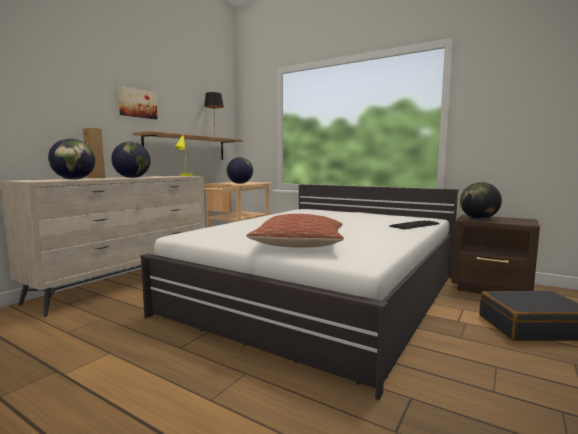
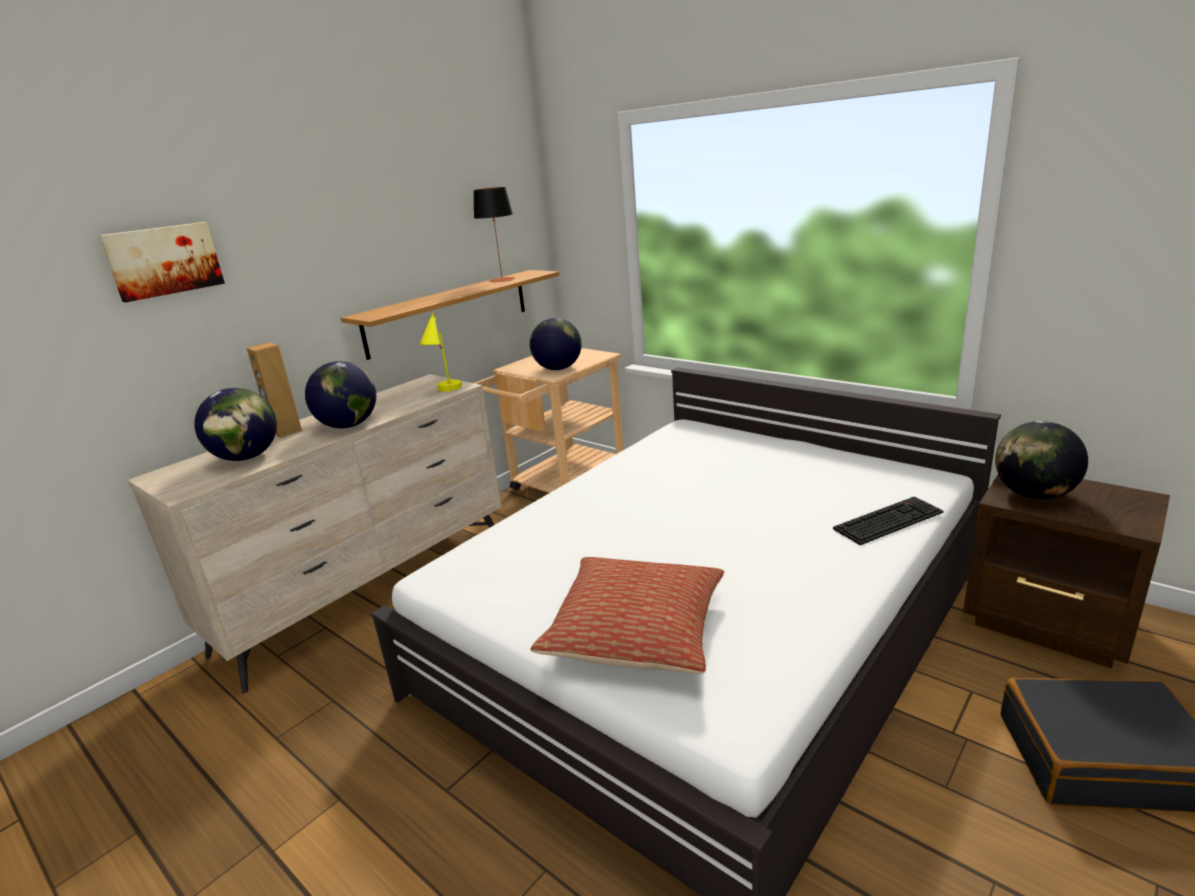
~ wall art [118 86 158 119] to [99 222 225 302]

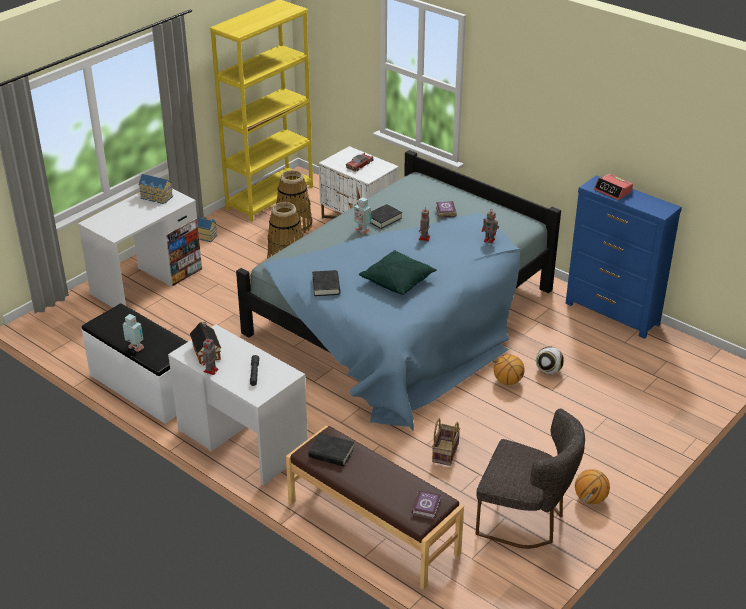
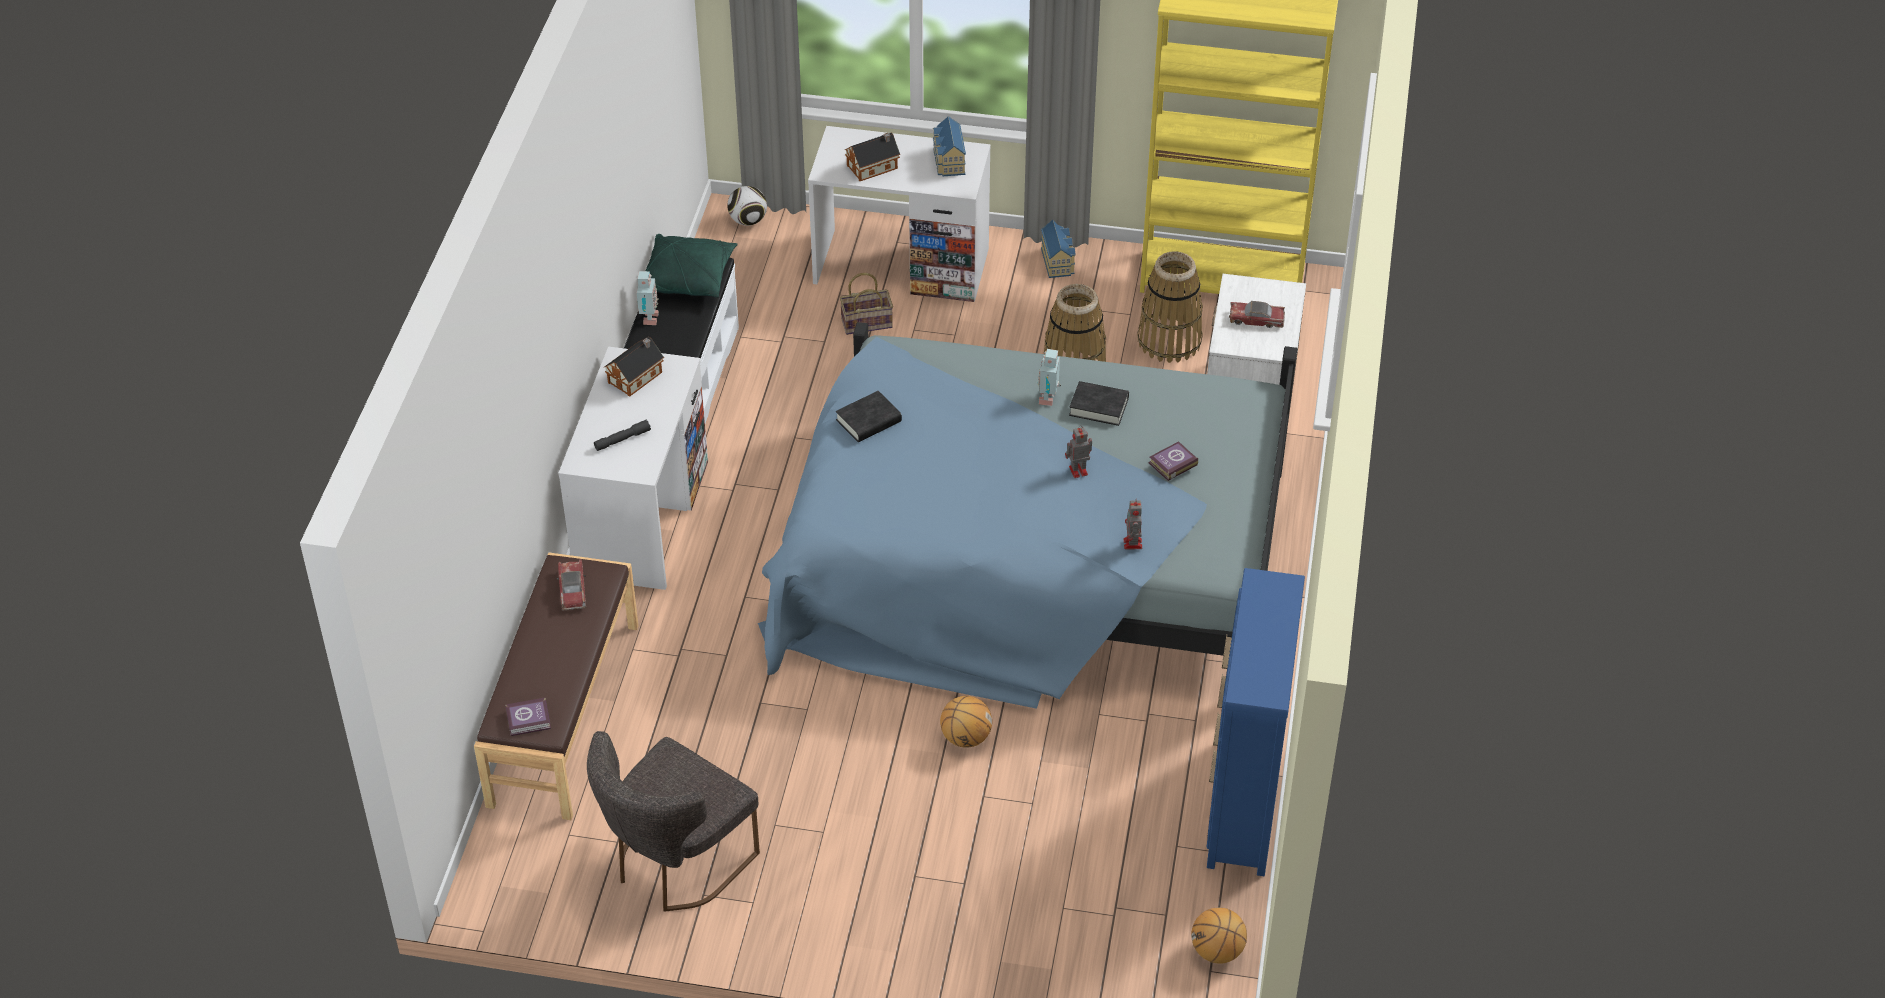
- robot figure [201 338 219 375]
~ black-coloured bound book [308 433 354 466] to model car [557 559 586 611]
~ greenish throw pillow [359 250 437 295] to [646 234 738 297]
~ storage basket [432 418 460 466] to [840 273 893 335]
~ grey upright chair [475 408 585 549] = [587 731 760 912] 45 degrees clockwise
~ ball for football [536 346 564 374] to [727 186 767 226]
~ ball for basketball [575 469 610 504] to [1191 908 1247 964]
- alarm clock [594 174 633 200]
+ model house [845 132 900 181]

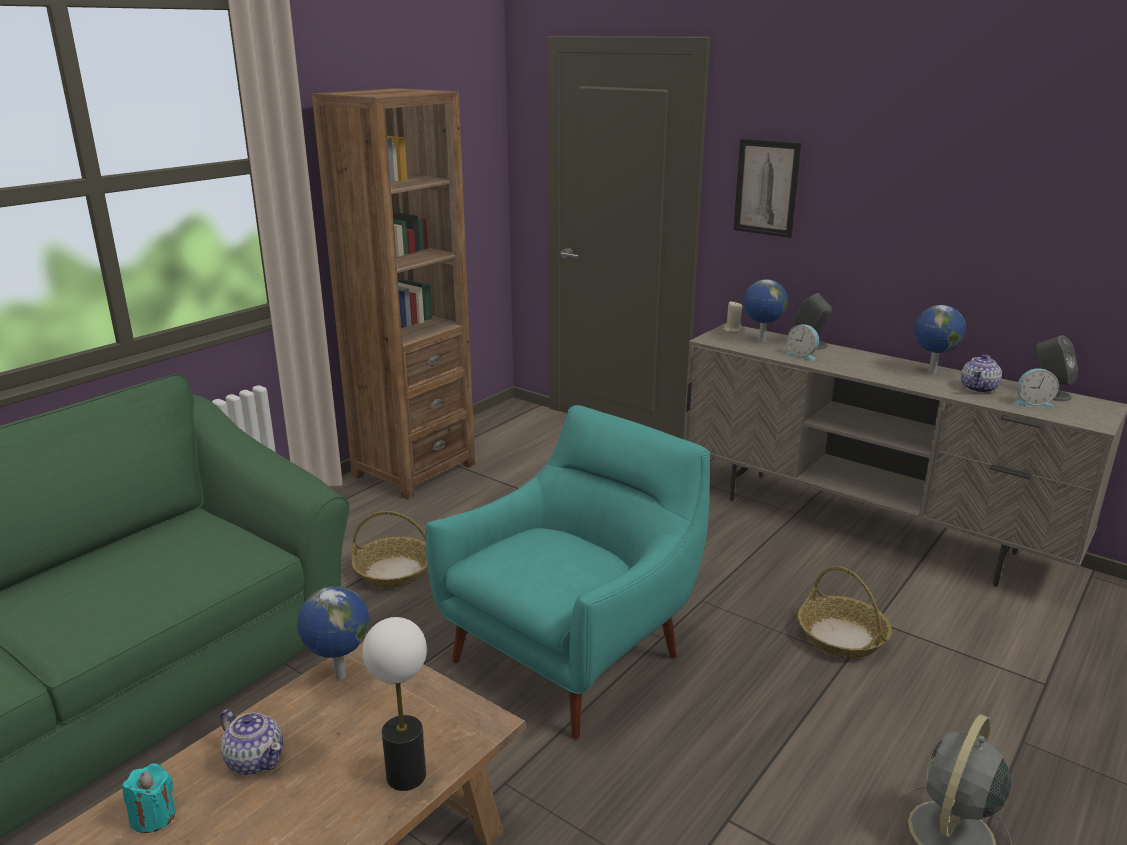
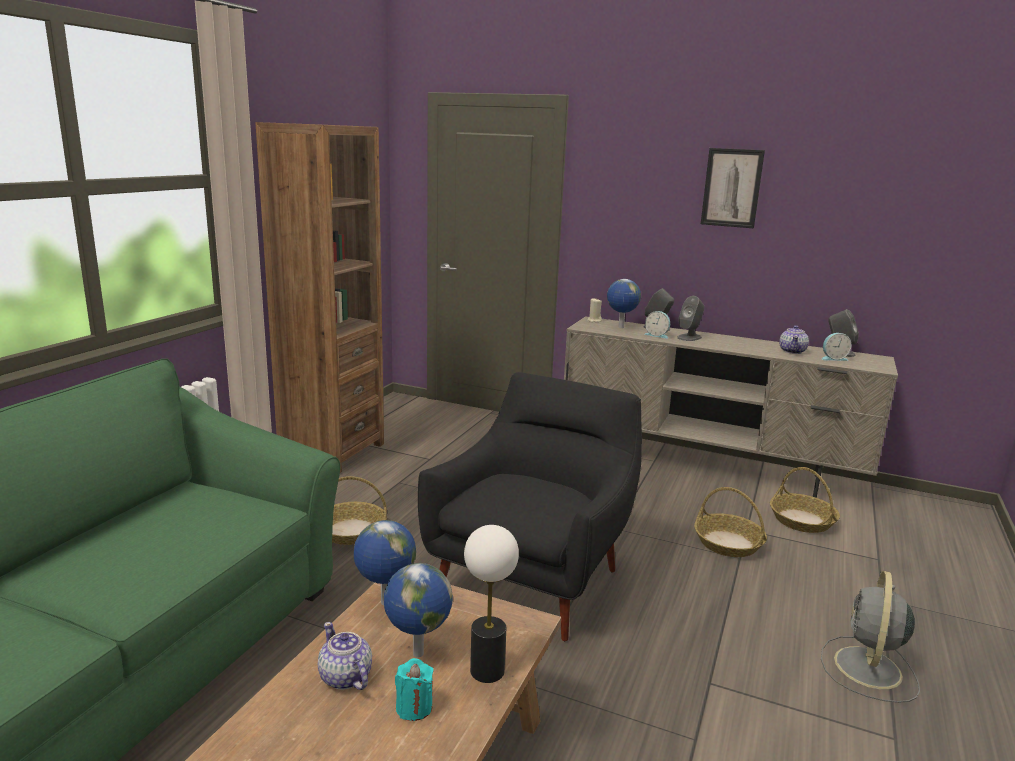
~ turquoise-coloured candle [122 763 176 833] to [395 658 434 721]
~ tea pot [220 709 283 775] = [318 622 372 690] 150 degrees counterclockwise
~ turquoise-coloured easy chair [425 405 710 739] to black-coloured easy chair [418 372 642 641]
~ wall art [733 139 801 238] to [701 148 765 228]
~ globe [914 305 966 374] to [384 563 453 657]
+ grey audio speaker [677 296 704 341]
+ storage basket [770 467 840 533]

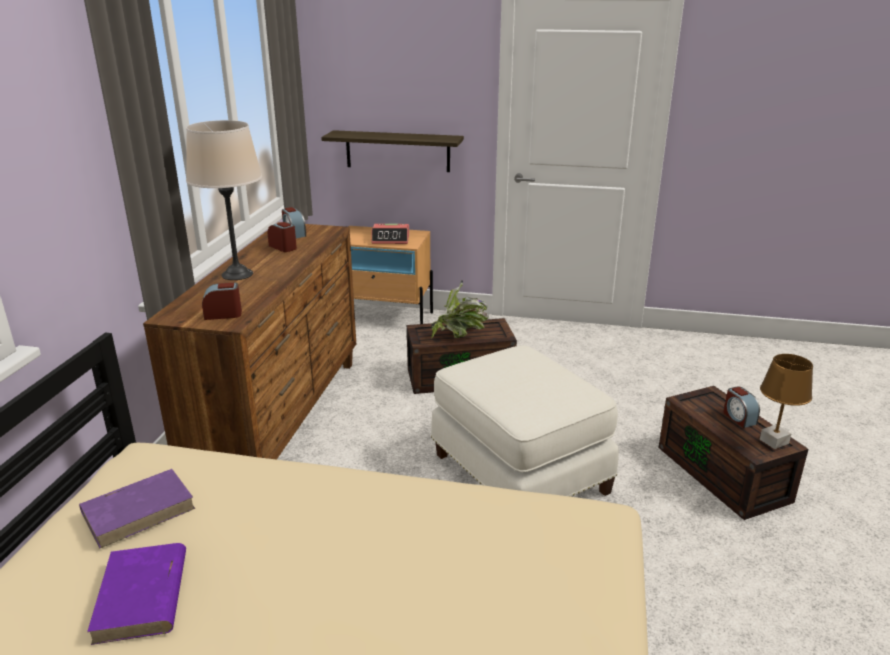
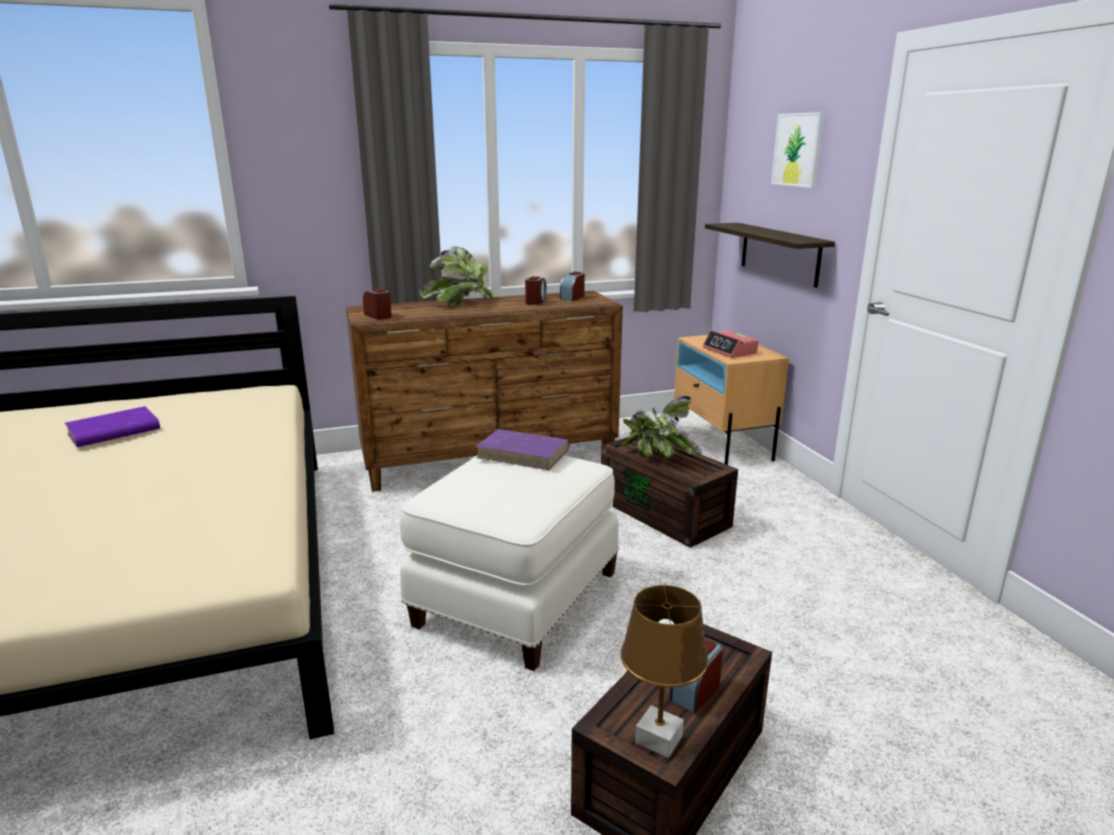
~ purple bound book [79 469 195 548] to [476 429 570 470]
~ beige table lamp [186 120 262 280] to houseplant [419 246 495 306]
+ wall art [771 112 824 188]

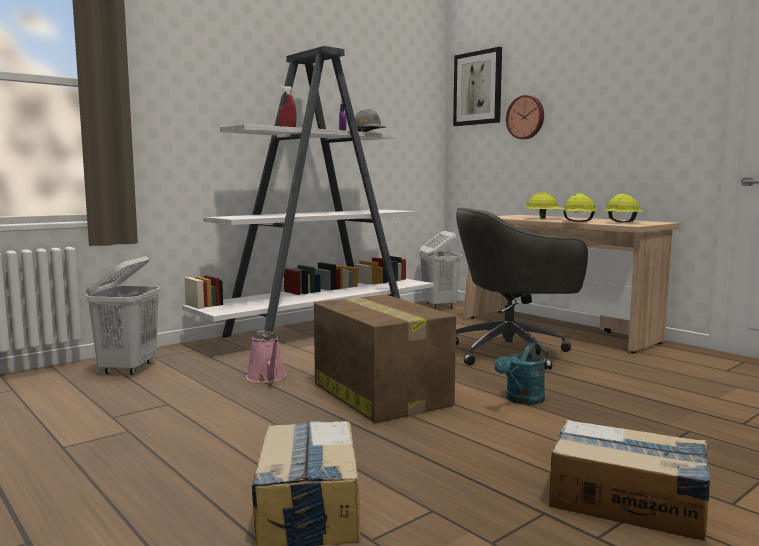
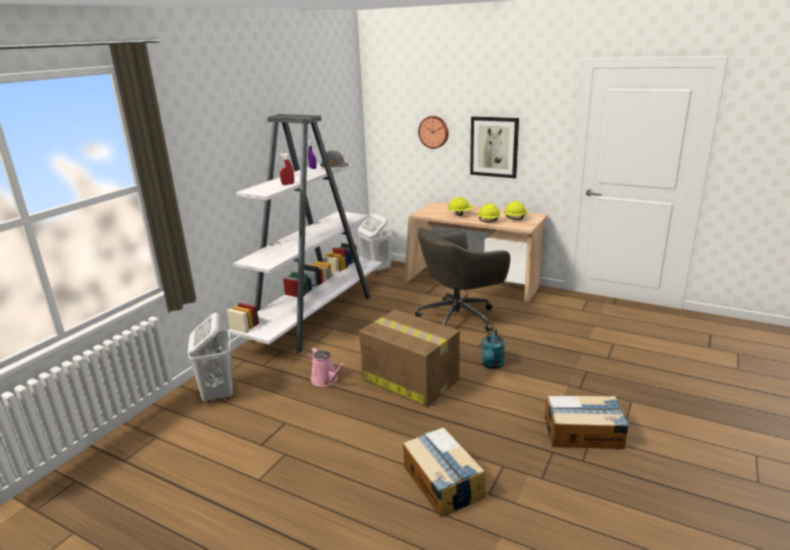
~ wall art [453 47 502 126] to [470 116 519 178]

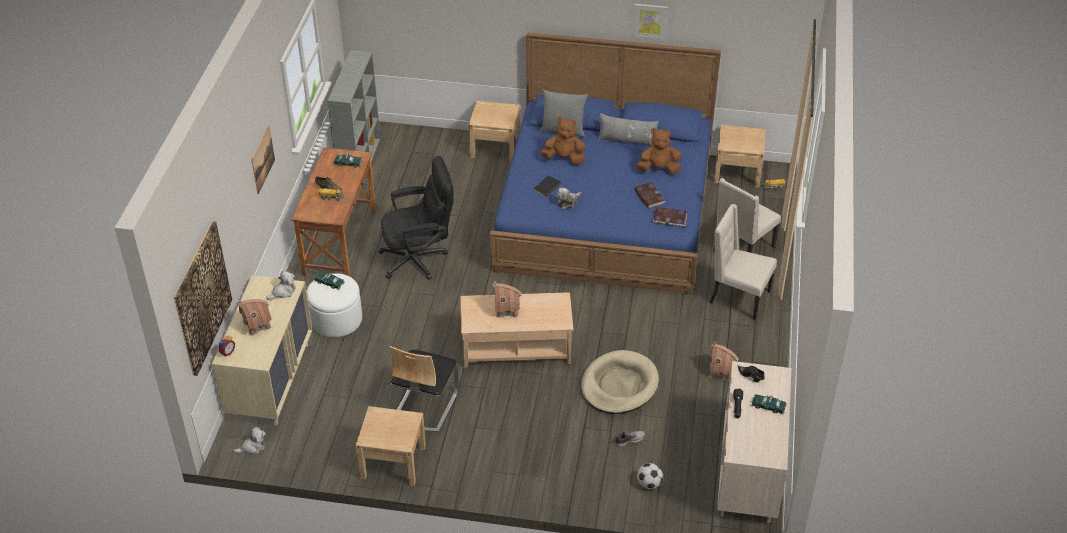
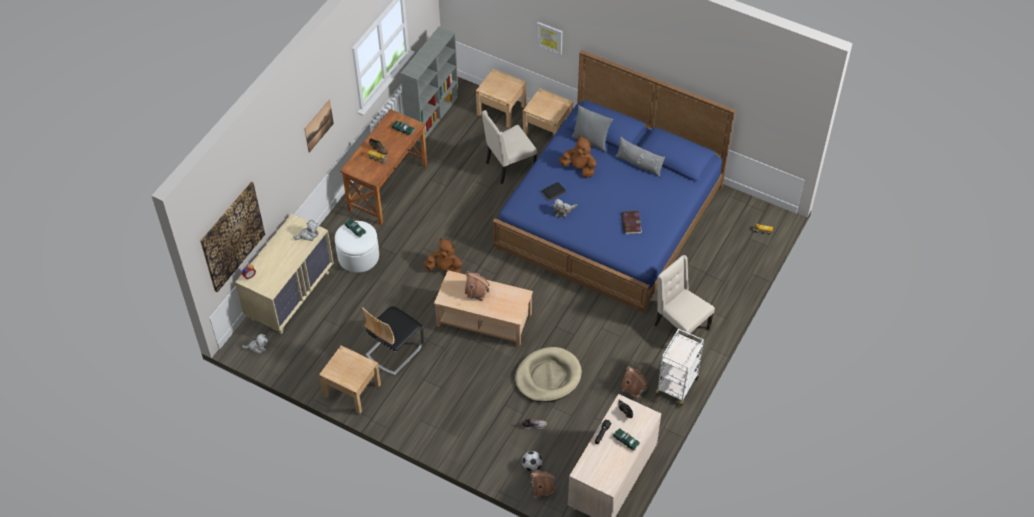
~ model house [238 299 272 336] to [530 470 555 499]
- black-coloured office chair [378 156 454 280]
~ wall art [633 4 668 40] to [537 22 562 55]
~ brown plush toy [636 128 682 174] to [424 238 462 273]
- bound book [653 207 687 227]
~ beige upright chair [713 178 781 253] to [482 110 537 184]
~ beige night table [714 125 766 188] to [476 69 526 128]
+ white wheeled cart [654 329 704 408]

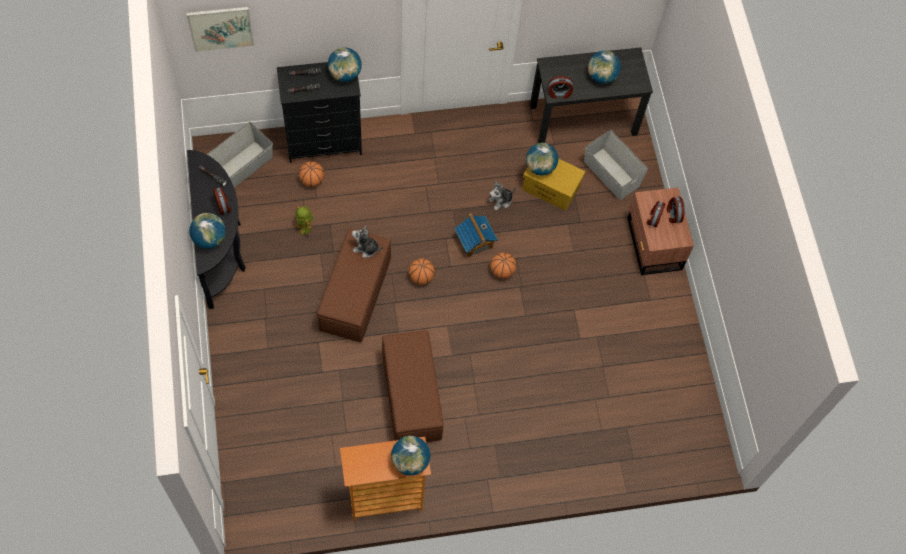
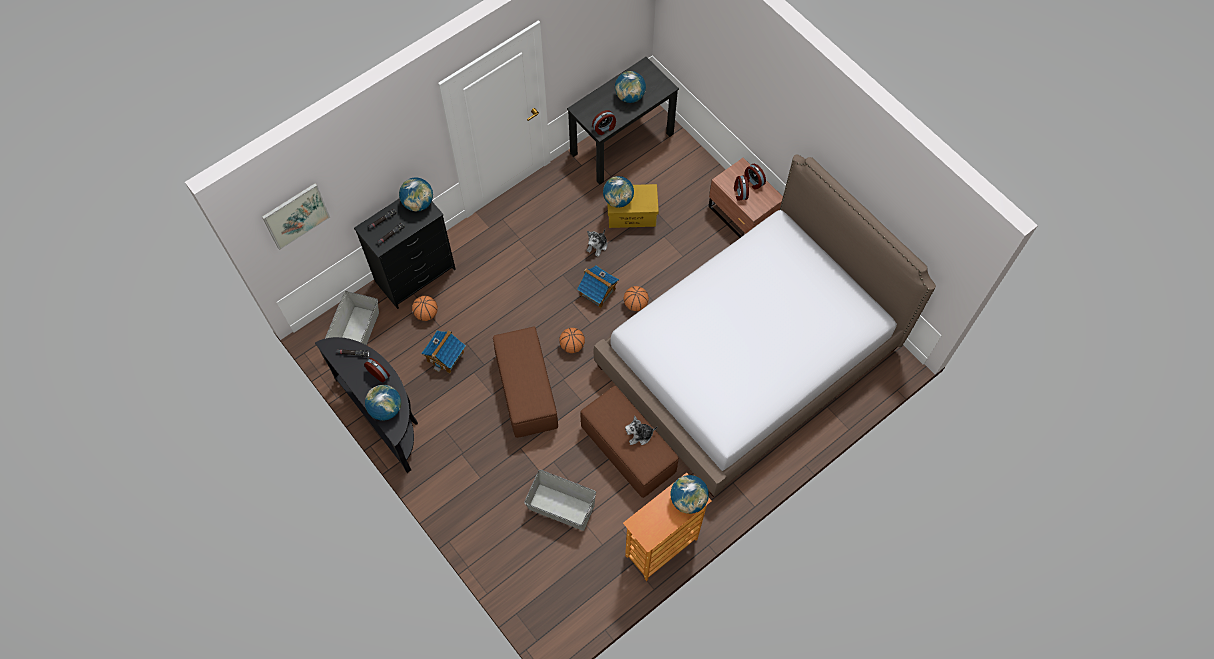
~ robot figure [295 206 313 234] to model house [421 330 466 373]
~ plush toy [352 225 383 258] to [625 415 658 445]
~ grey storage box [584 130 648 200] to [524 469 596 531]
+ bedroom bed [594 154 936 497]

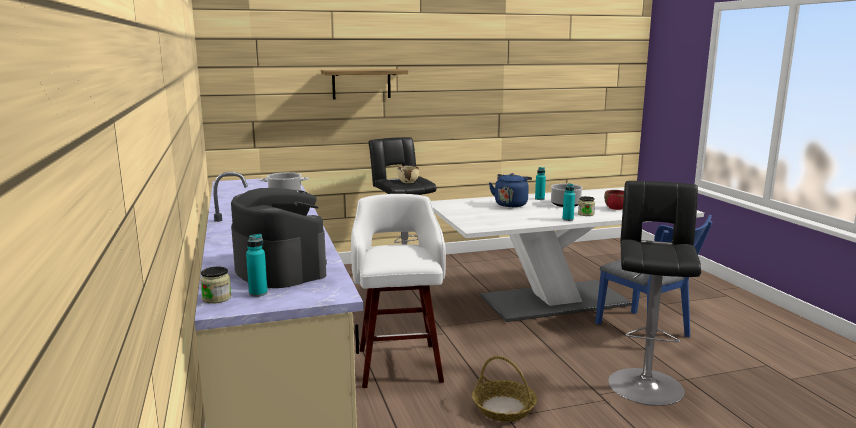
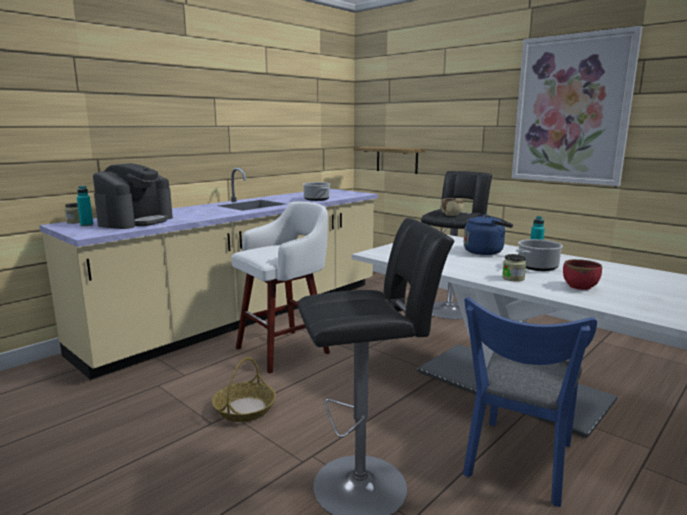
~ shelf [321 69 408 99] to [354 147 426 174]
- turquoise-coloured drink bottle [563 183 575 221]
+ wall art [512 26 643 186]

